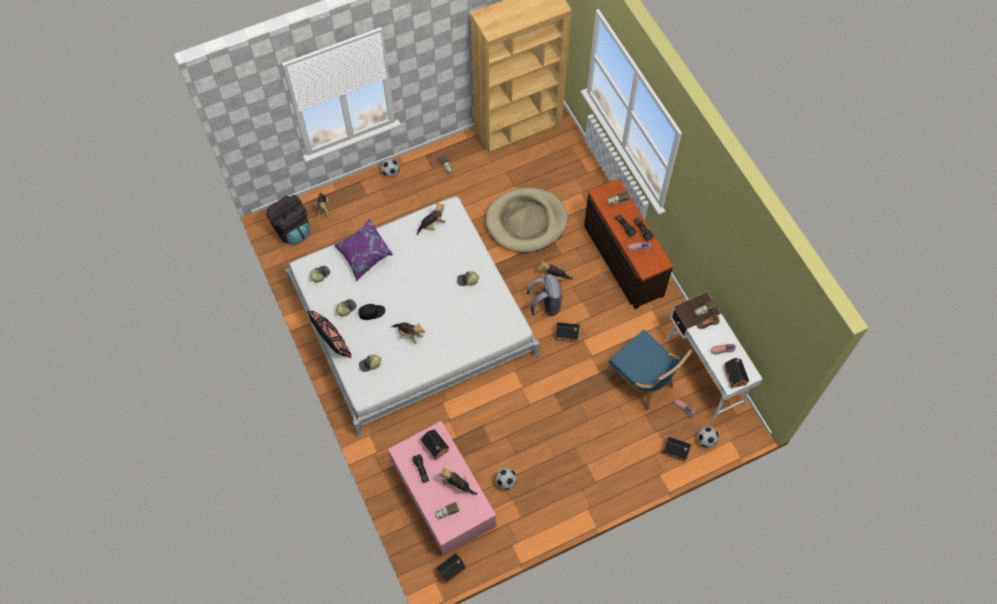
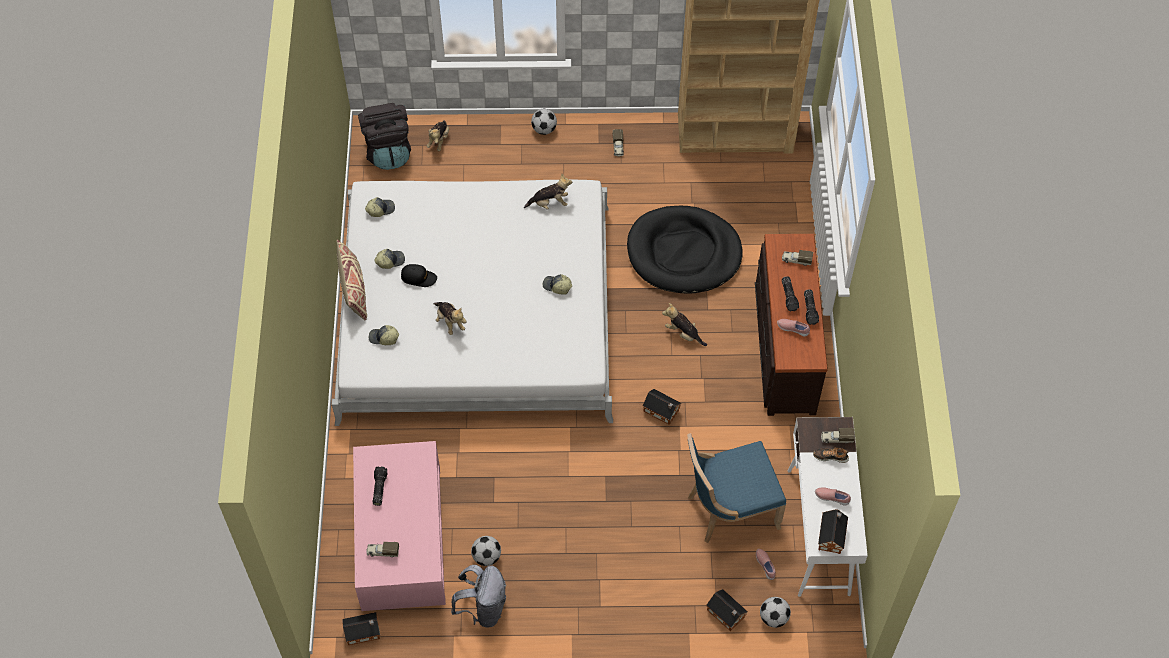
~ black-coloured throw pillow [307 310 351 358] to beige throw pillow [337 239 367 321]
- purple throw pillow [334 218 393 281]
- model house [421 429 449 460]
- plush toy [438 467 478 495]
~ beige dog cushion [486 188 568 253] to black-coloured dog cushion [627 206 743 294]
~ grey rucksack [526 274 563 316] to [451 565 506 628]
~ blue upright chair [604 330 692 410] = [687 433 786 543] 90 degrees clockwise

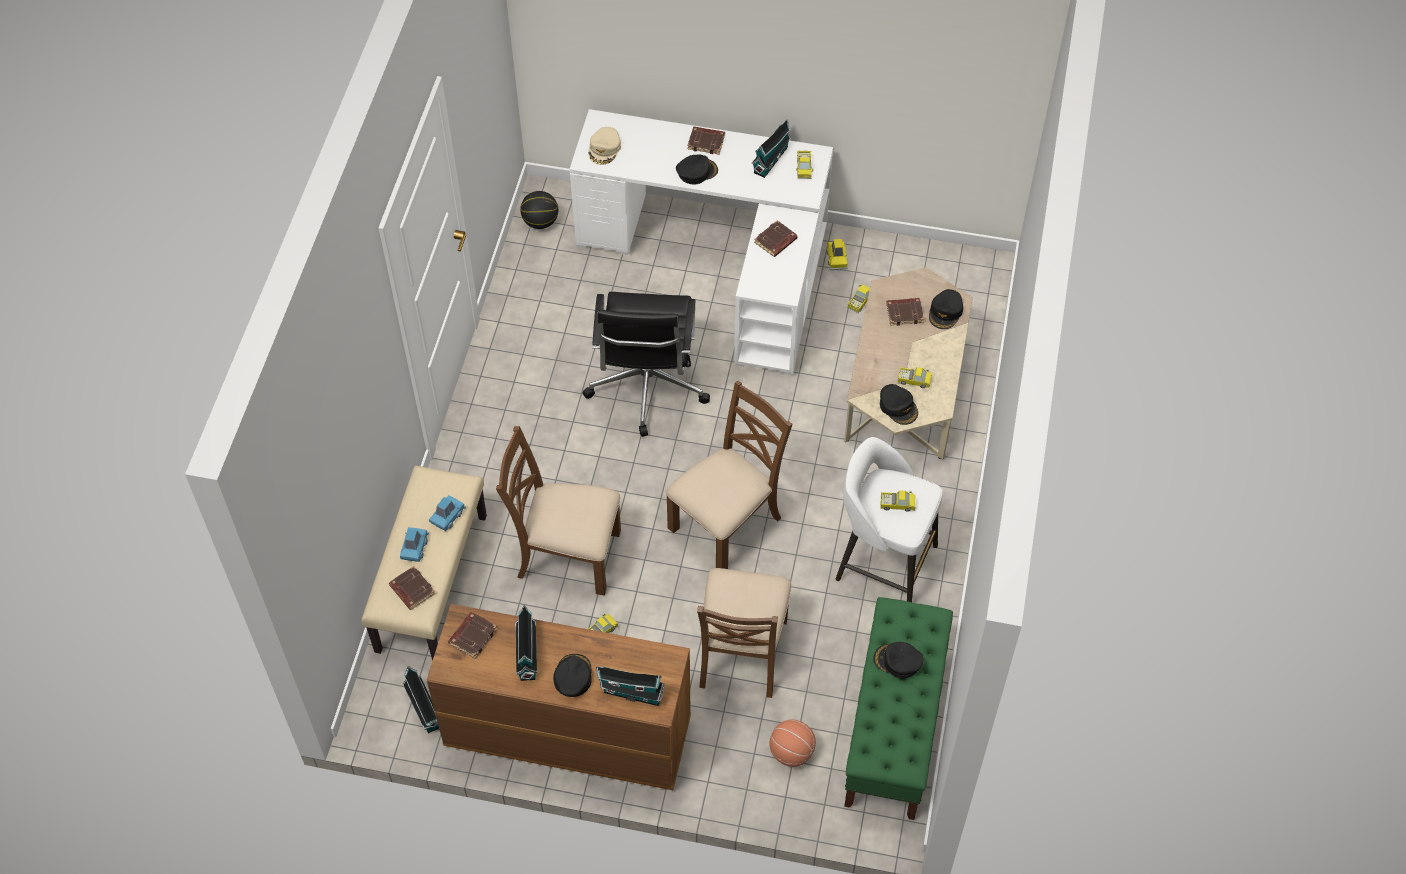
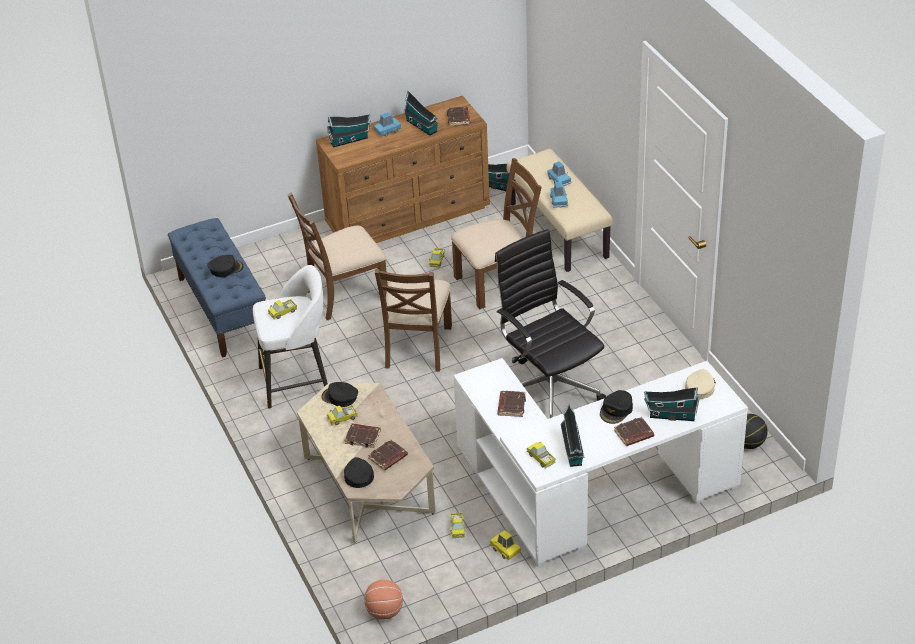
~ brown bound book [389 566 436 610] to [345 423 381 448]
~ black-coloured cap [553 654 592 697] to blue model car [374 112 402 136]
~ beige cap [588 127 621 165] = [685 369 716 399] 45 degrees clockwise
~ brown upright chair [697 568 791 698] = [288 193 388 320] 90 degrees counterclockwise
~ ball for basketball [769 720 816 767] to [364 580 403 620]
~ greenish long seat [844 597 953 820] to blue long seat [168 218 266 358]
+ model house [644 387 700 421]

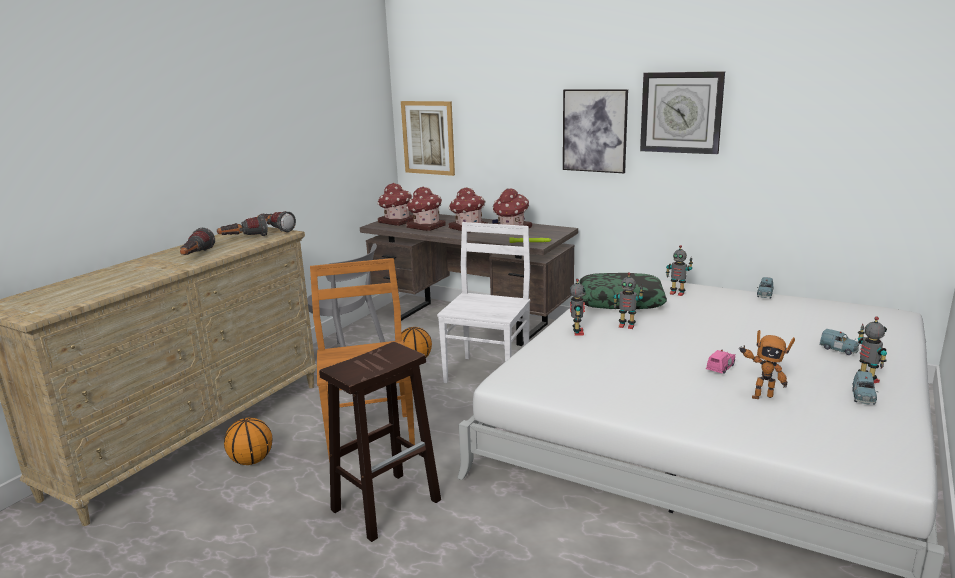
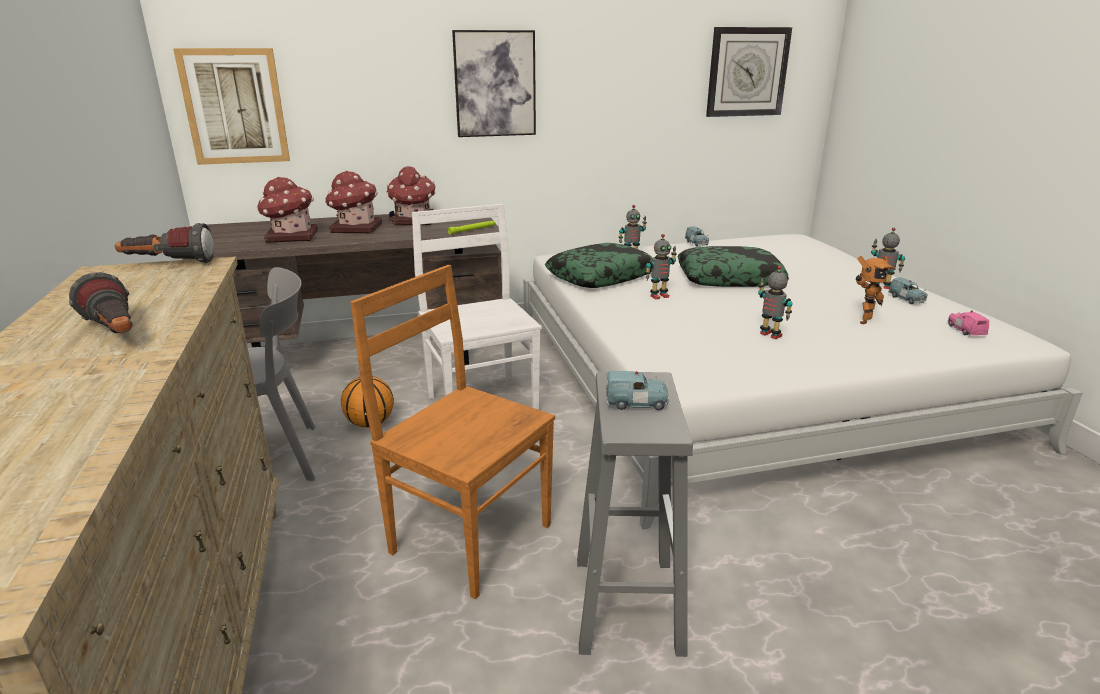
- hand torch [217 215 268 236]
- ball for basketball [224 418 272 465]
~ brown sitting stool [319 342 441 542] to grey sitting stool [577 372 693 657]
- model house [377 183 414 226]
~ robot figure [570 279 586 336] to [758 265 793 339]
~ clock on the wall [640 71 725 154] to [706 27 792 117]
~ pink-coloured model car [706 350 735 374] to [948 310 989 335]
~ blue model car [819 329 860 355] to [606 371 669 410]
+ throw pillow [677 246 788 287]

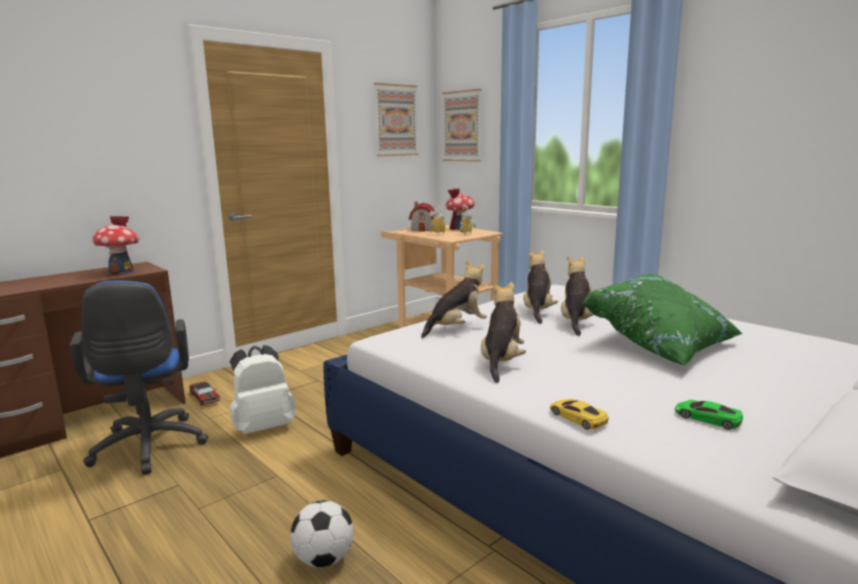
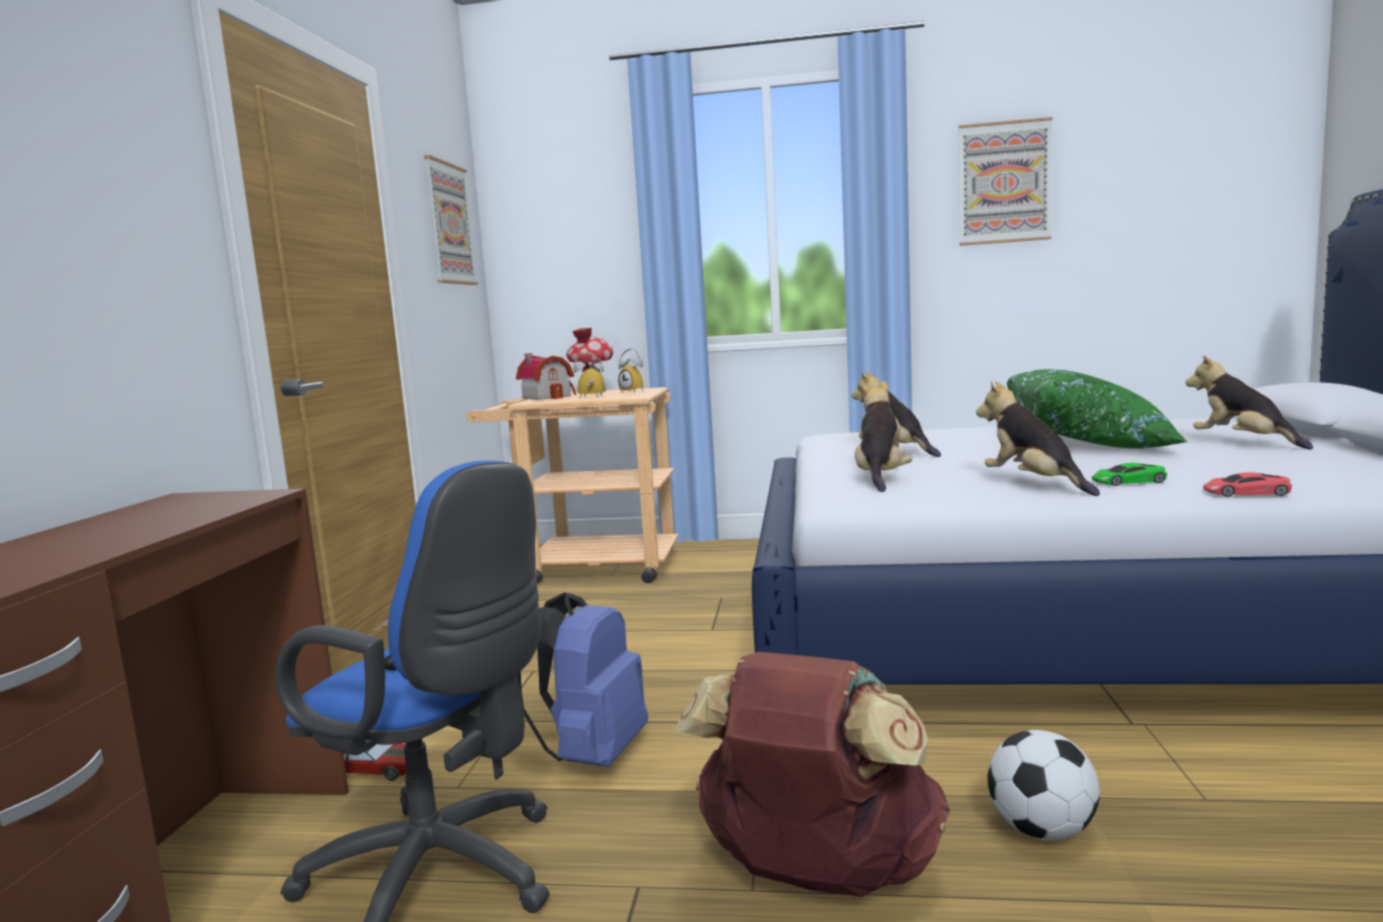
- model house [92 216 139 275]
~ white rucksack [229 345 296 434] to blue rucksack [517 592 648 767]
~ wall art [442 89 481 162] to [959 117 1053 246]
~ yellowish model car [550 399 609 430] to red-coloured model car [1203 472 1292 497]
~ plush toy [561 256 594 336] to [1185 355 1313 450]
~ greenish model car [675 400 743 430] to [1092 463 1167 486]
+ brown rucksack [676 652 950 897]

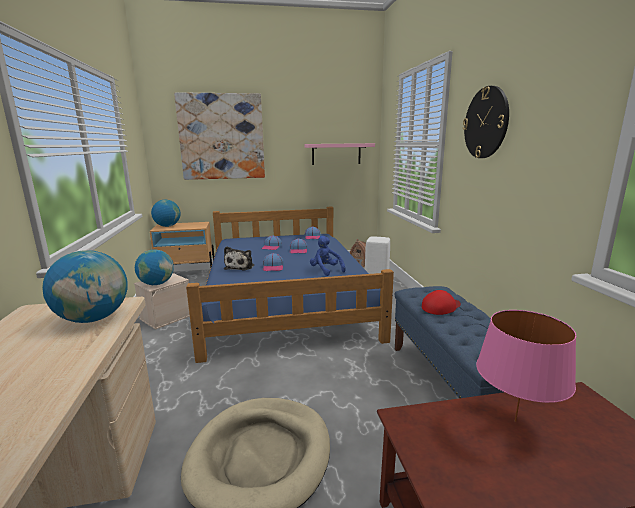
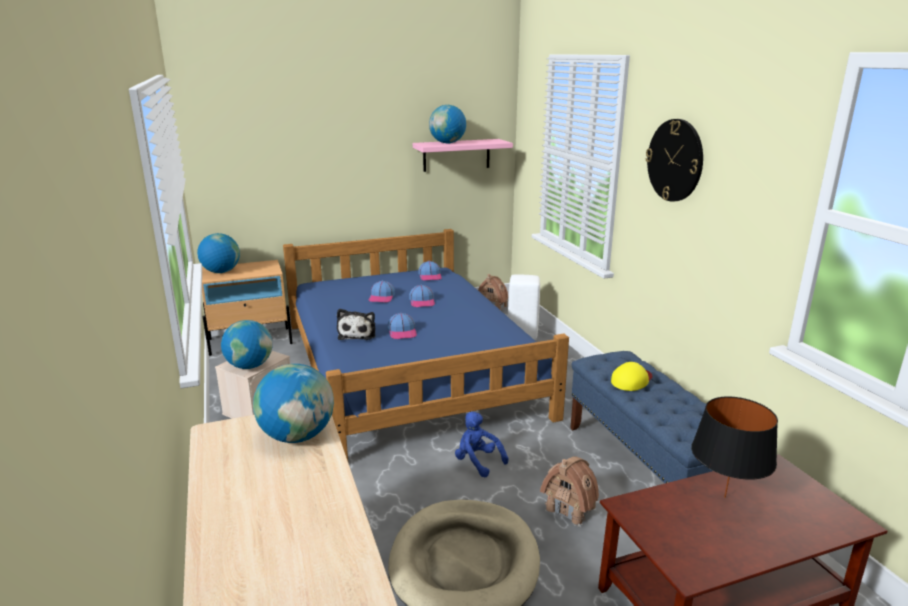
- wall art [174 92 265 180]
~ blue plush toy [310 236 346 276] to [455 412 509 477]
~ red-coloured cap [422 290 461 315] to yellowish cap [611 362 652 391]
~ pink-coloured table lamp [476 310 577 422] to black-coloured table lamp [691 397 778 498]
+ globe [429 105 466 143]
+ model house [540 456 599 527]

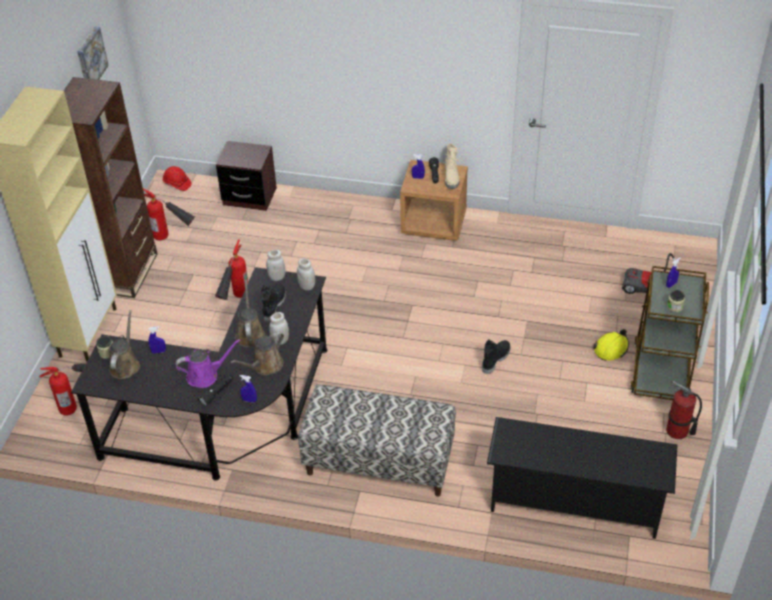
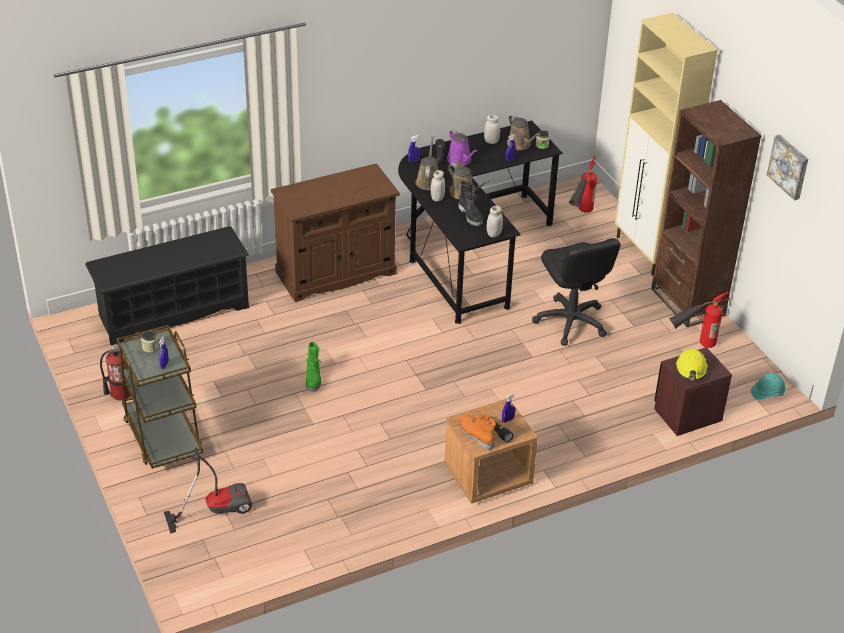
~ red-coloured hard hat [163 166 192 191] to turquoise-coloured hard hat [751 373 786 400]
~ purple sprinkling can [175 339 241 388] = [447 129 477 166] 60 degrees counterclockwise
~ fire extinguisher [215 239 248 300] to black-coloured office chair [532 238 621 346]
~ white storage jar [297 258 315 291] to [484 115 500 144]
~ long seat [298 384 456 497] to brown storage cabinet [271 163 400 302]
~ beige high-top boot [445 143 459 189] to orange-coloured high-top boot [459 414 496 450]
~ black-coloured high-top boot [482 339 510 374] to greenish high-top boot [306 342 321 392]
~ yellowish hard hat [593 329 629 361] to [675 349 708 381]

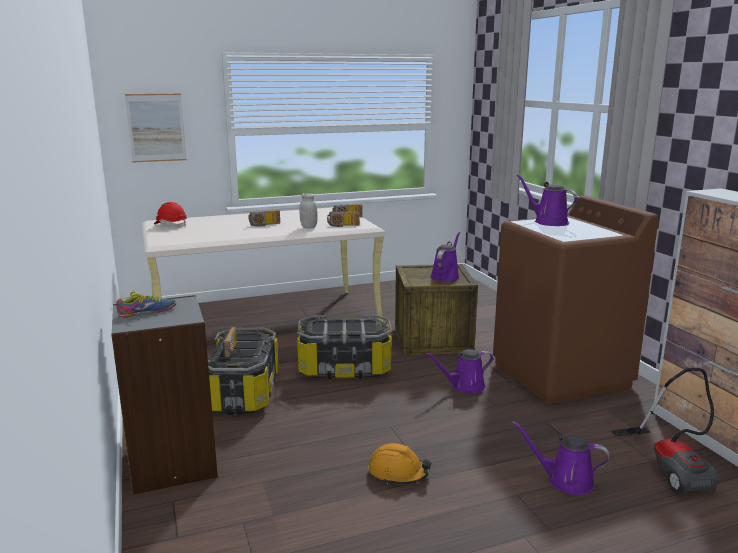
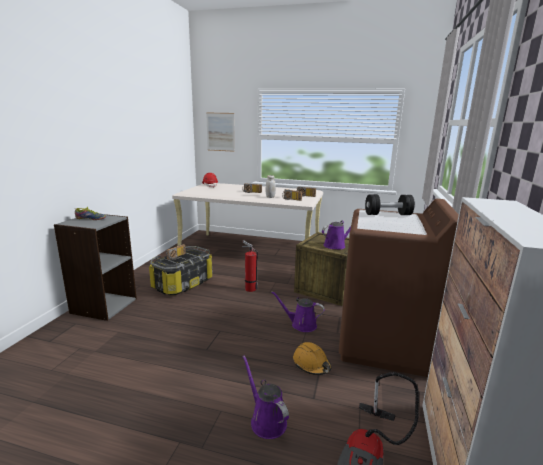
~ storage box [297 315 391 379] to fire extinguisher [242 240 258 292]
~ orange-coloured hard hat [368 443 432 485] to [293 342 332 375]
~ purple sprinkling can [517 174 578 226] to black-coloured dumbbell [365 194 415 215]

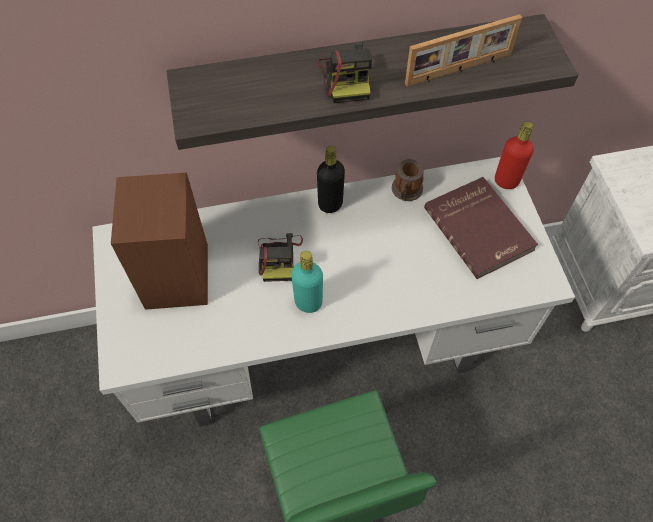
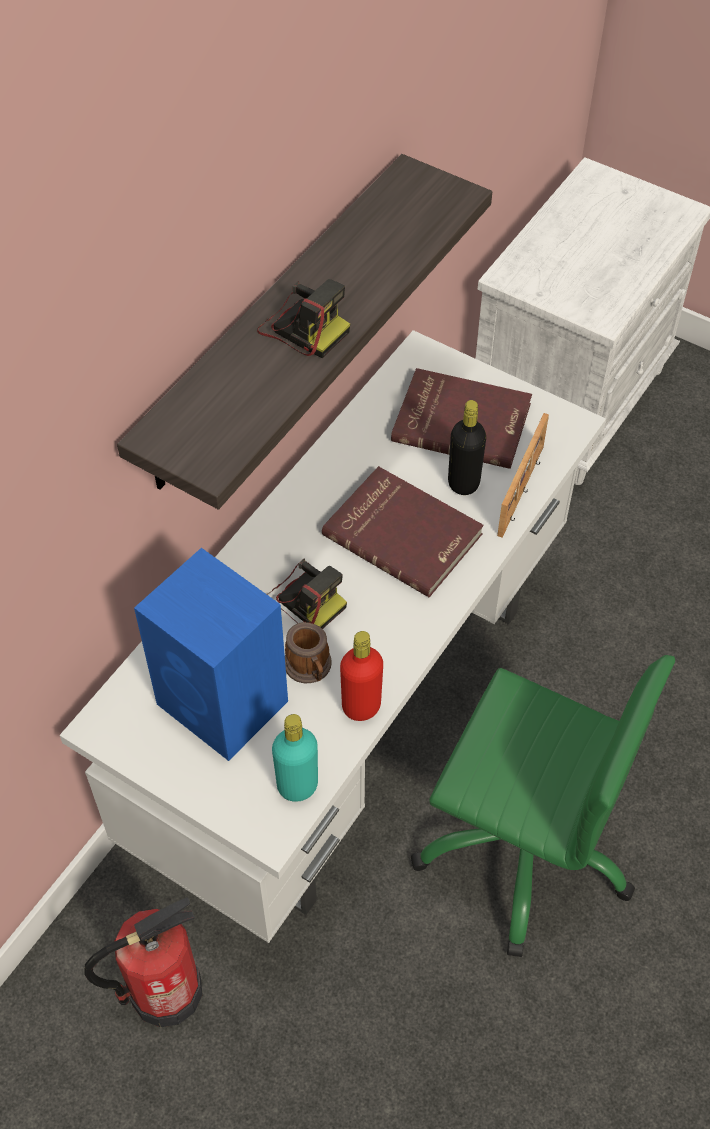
~ brown audio speaker [111 172 208 310] to blue audio speaker [134 548 288 761]
~ turquoise-coloured drink bottle [291 251 323 313] to [272 714 318 802]
~ black-coloured drink bottle [317 146 345 213] to [448 400 486 495]
~ tea mug [392 159 424 201] to [285 622 331 683]
~ picture frame [405 14 522 87] to [497 413 549 538]
~ red-coloured drink bottle [495 122 534 189] to [340 631 383 721]
+ fire extinguisher [84 897 203 1027]
+ red-coloured bound book [322 466 484 597]

